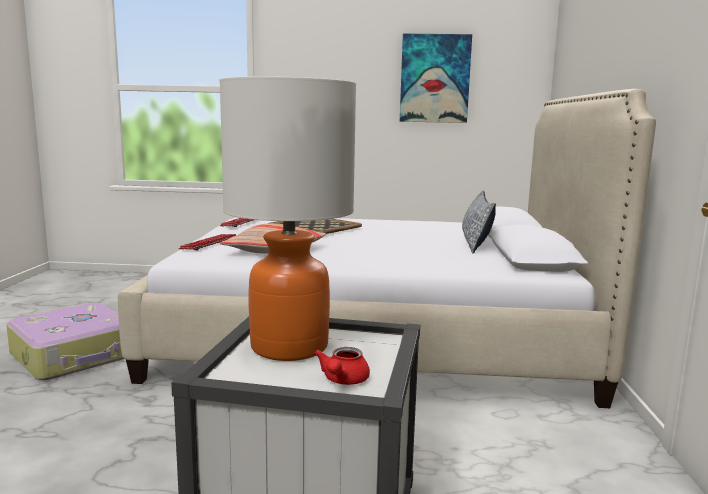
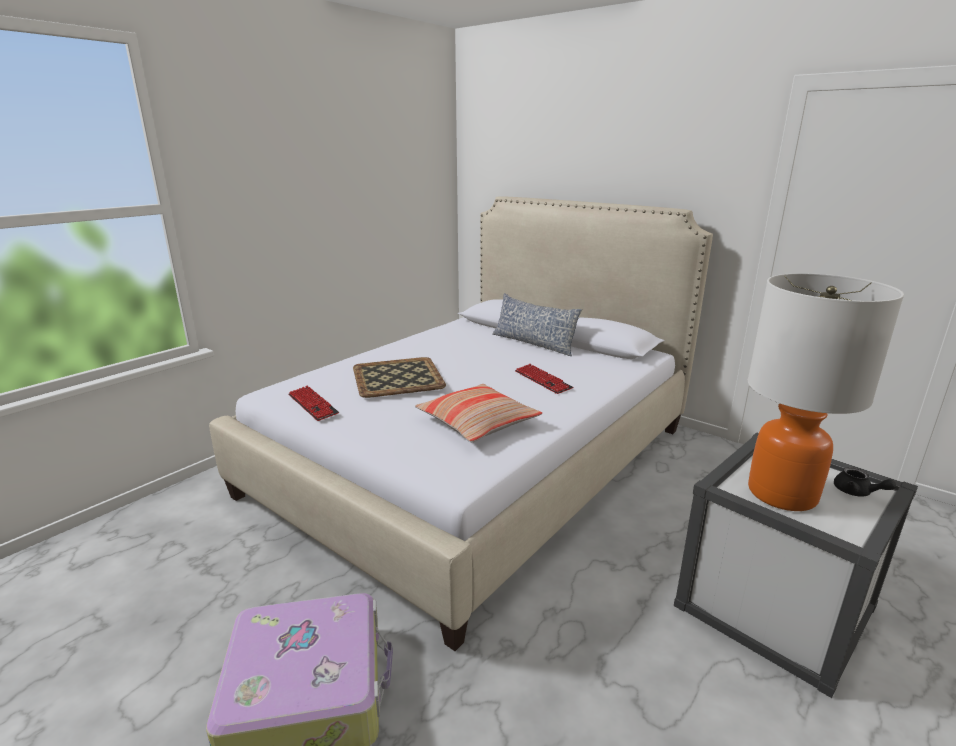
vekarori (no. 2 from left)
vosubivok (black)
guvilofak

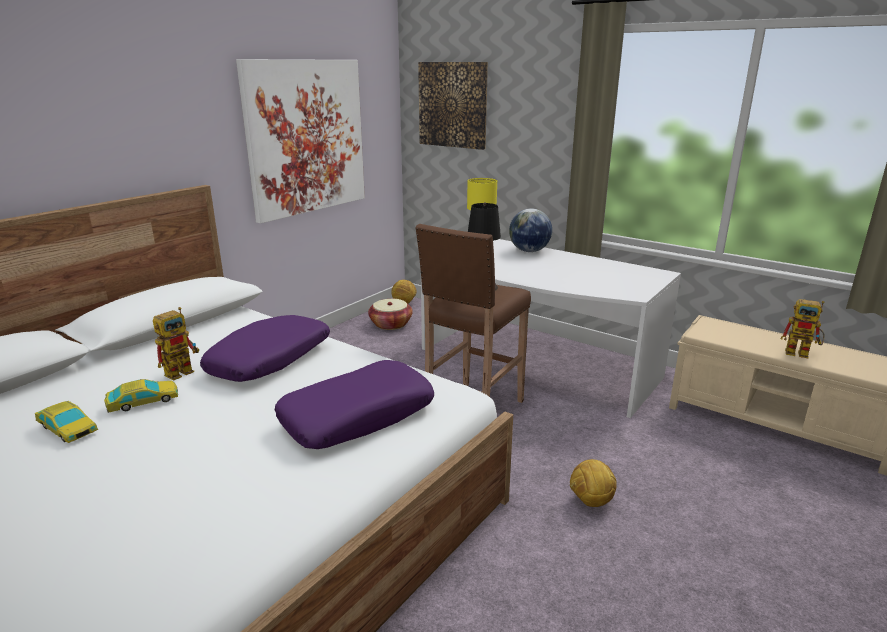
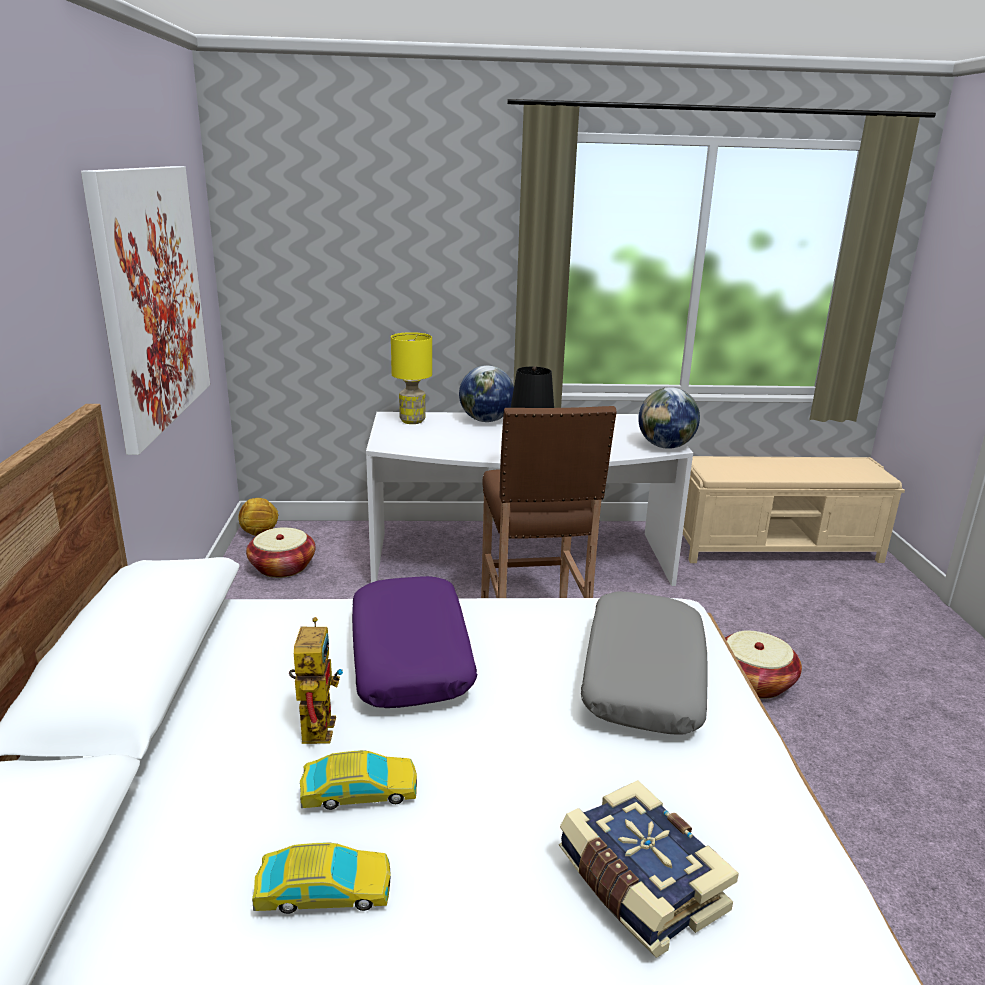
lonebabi (no. 2 from left)
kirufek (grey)
guvilofak (no. 2 from left in the first image)
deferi (no. 2 from left)
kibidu (no. 2 from left in the first image)
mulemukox
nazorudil (no. 2 from left)

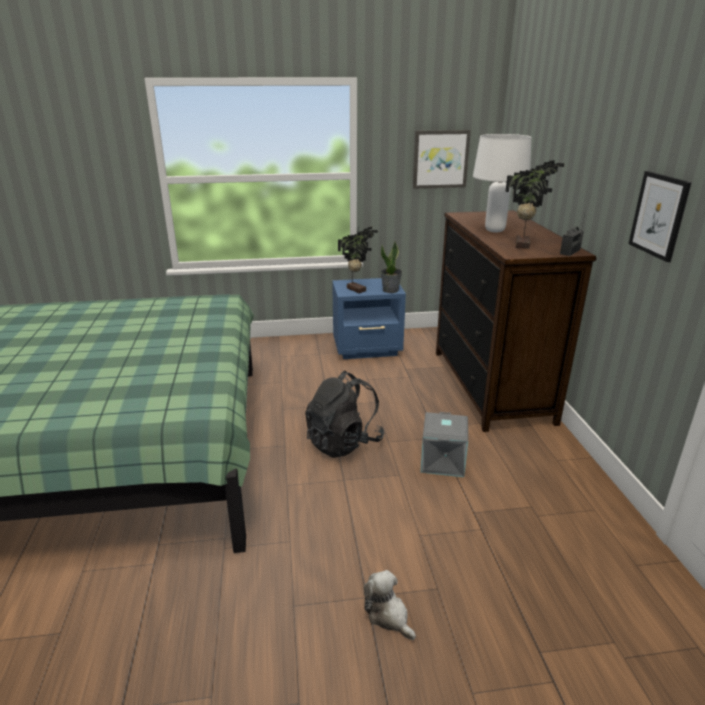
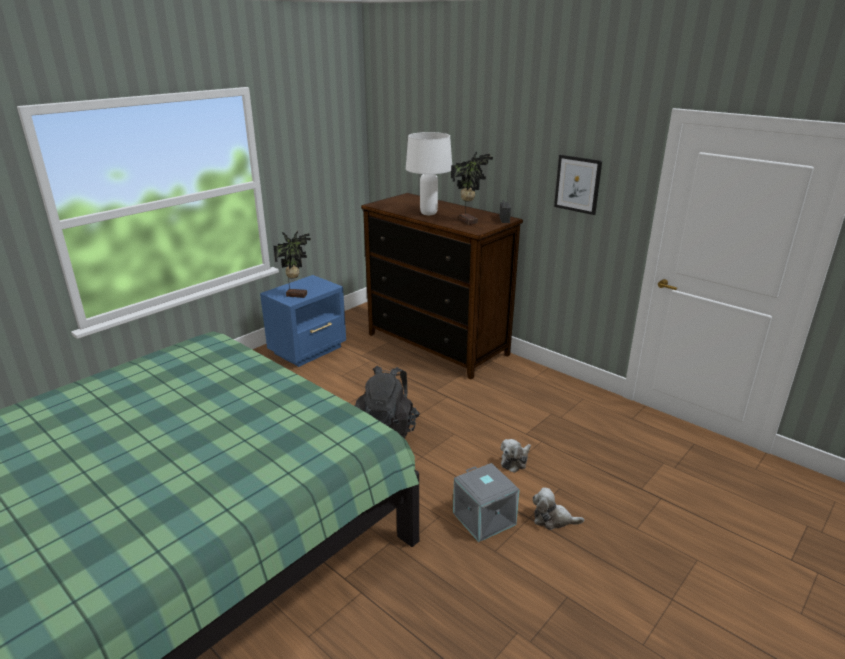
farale (no. 2 from left in the first image)
guvilofak (no. 1 from left in the first image)
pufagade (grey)
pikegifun (no. 1 from left)

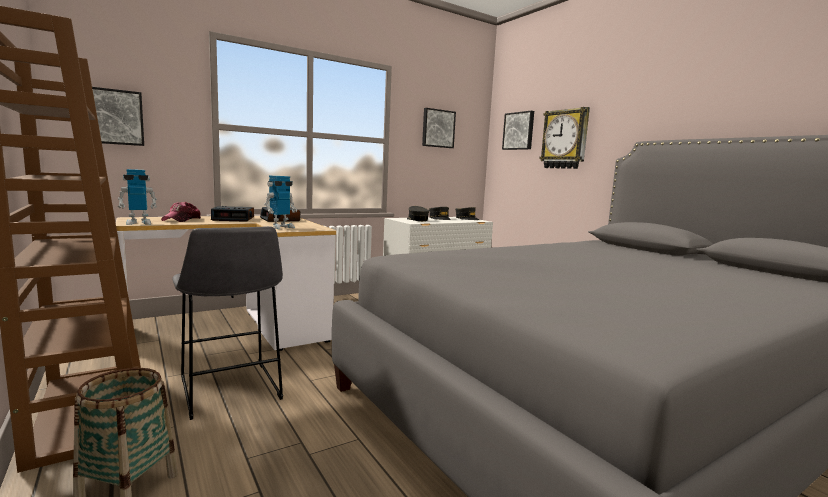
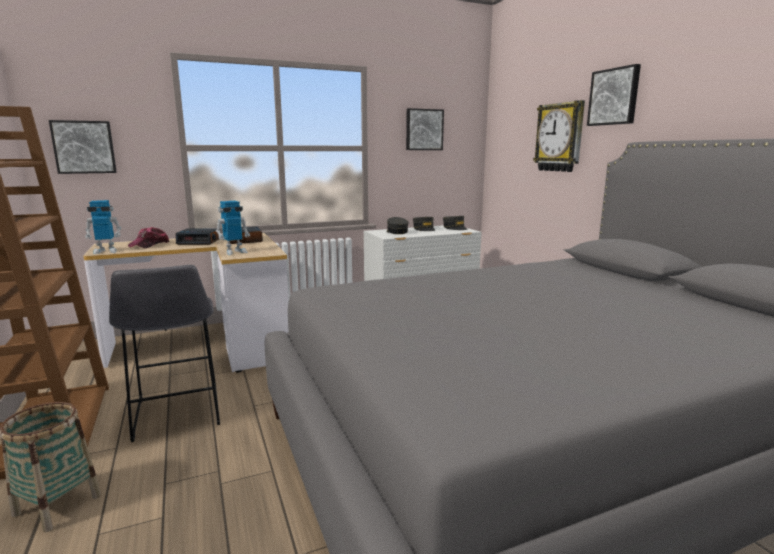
guvilofak (no. 3 from left)

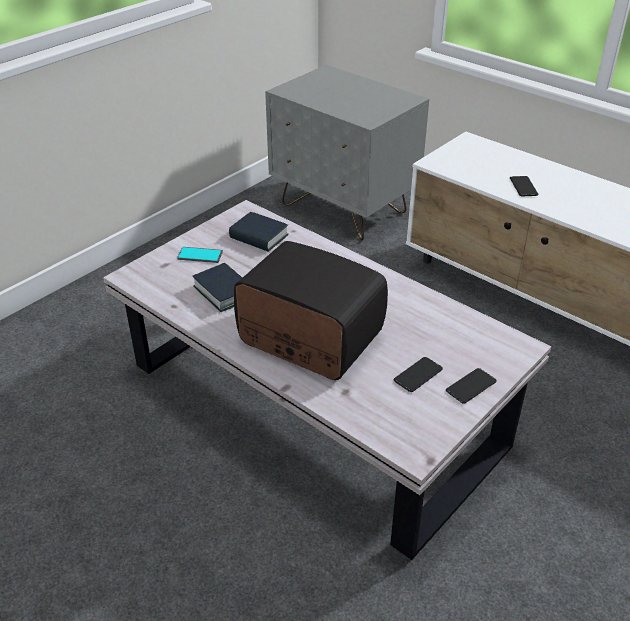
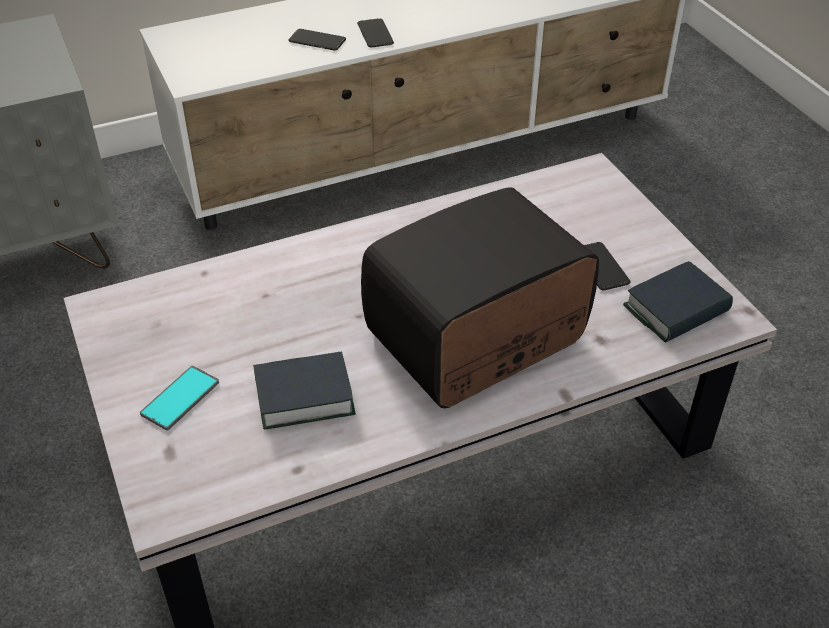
mulemukox (no. 2 from left)
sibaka (no. 3 from left)

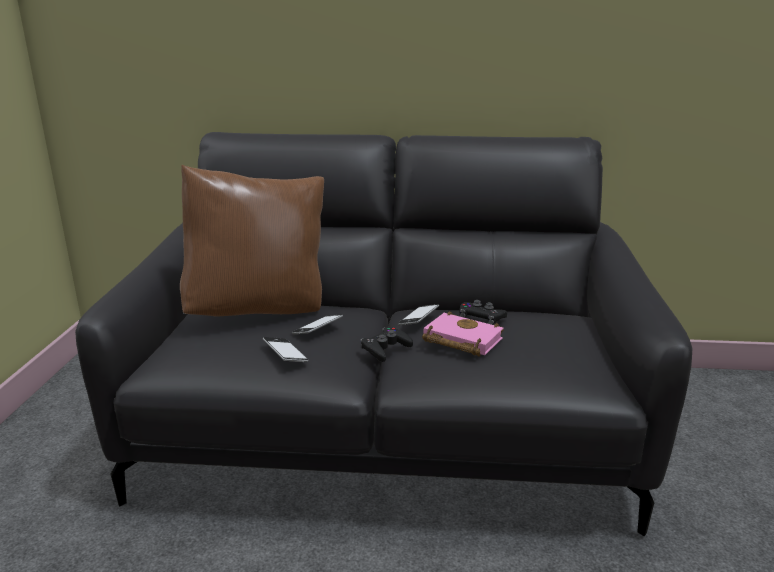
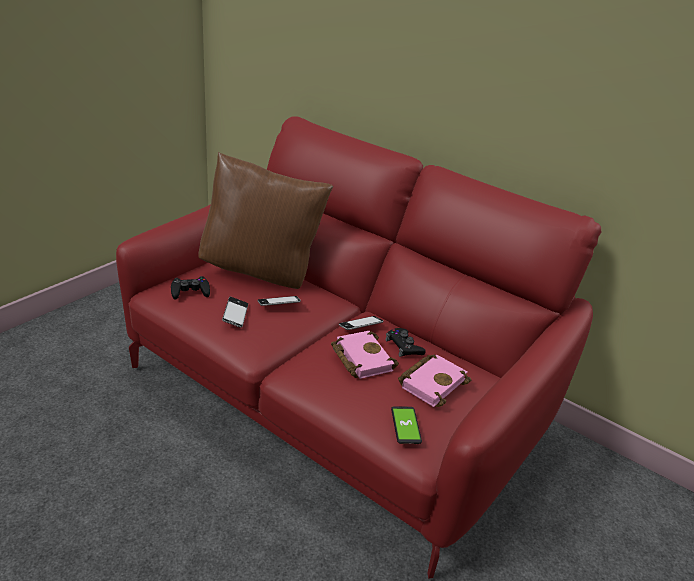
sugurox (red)
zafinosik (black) (no. 1 from left)
sibaka (no. 4 from left)
mulemukox (pink) (no. 2 from left)

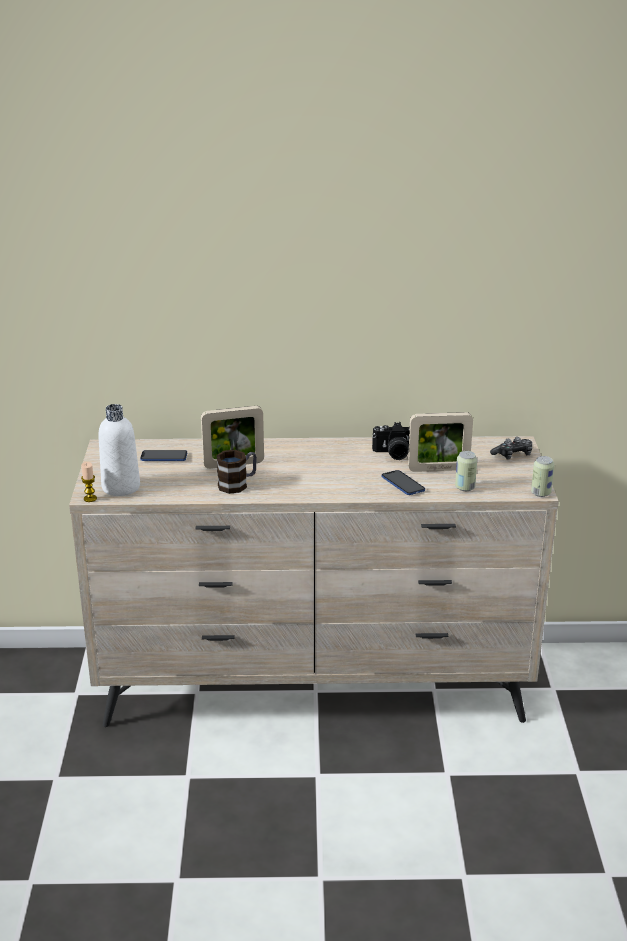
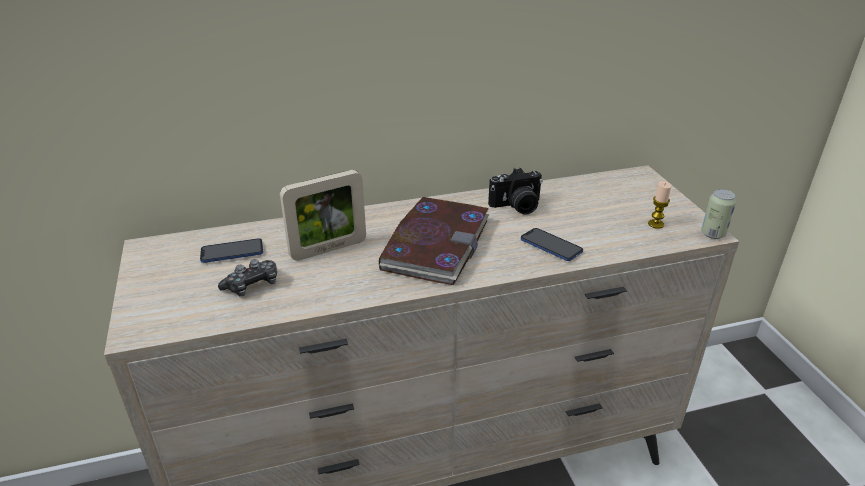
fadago
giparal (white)
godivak
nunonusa (no. 2 from left in the first image)
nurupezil (no. 1 from left in the first image)
zafinosik
mulemukox

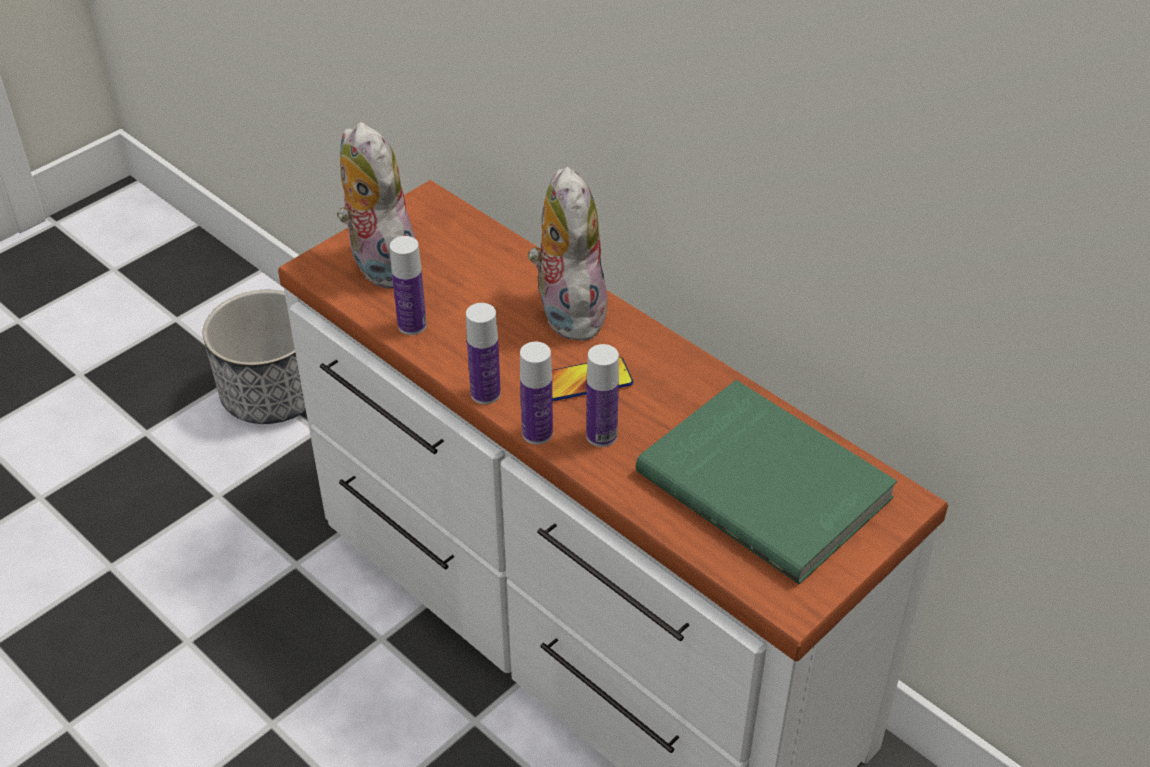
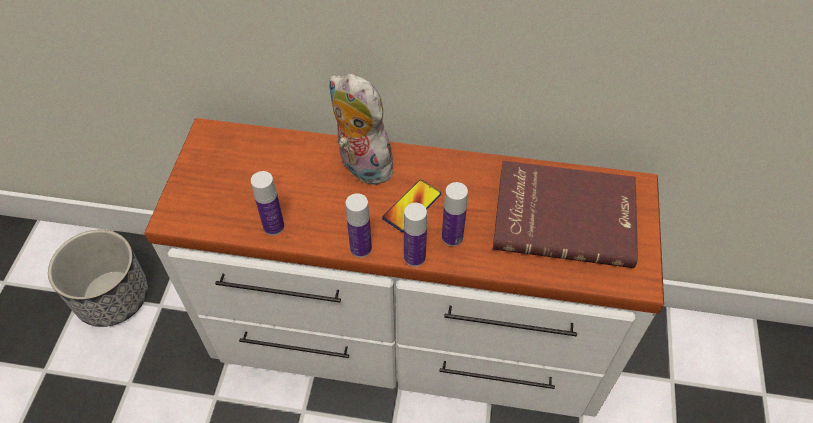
pikegifun (no. 1 from left in the first image)
mulemukox (red)

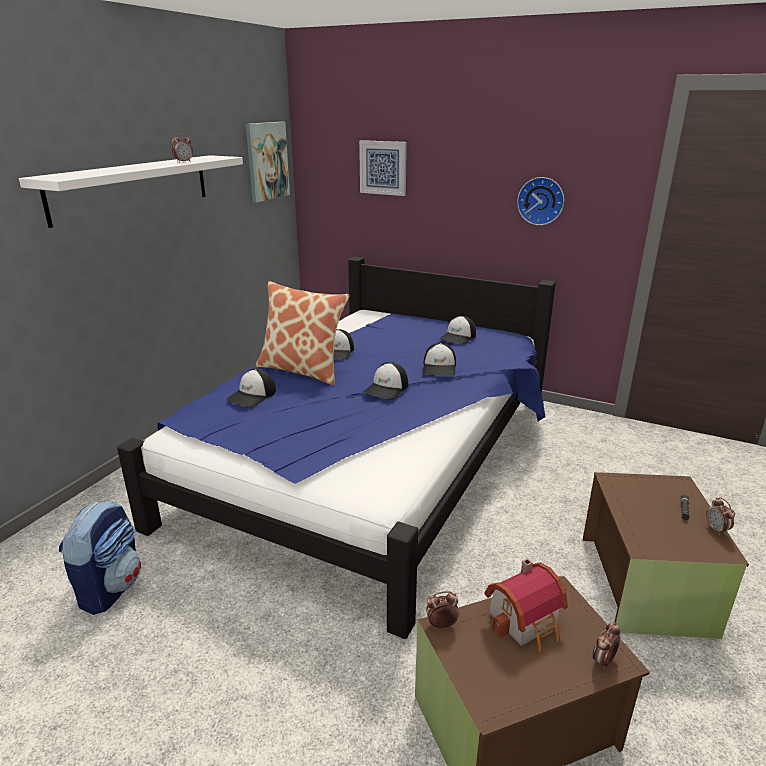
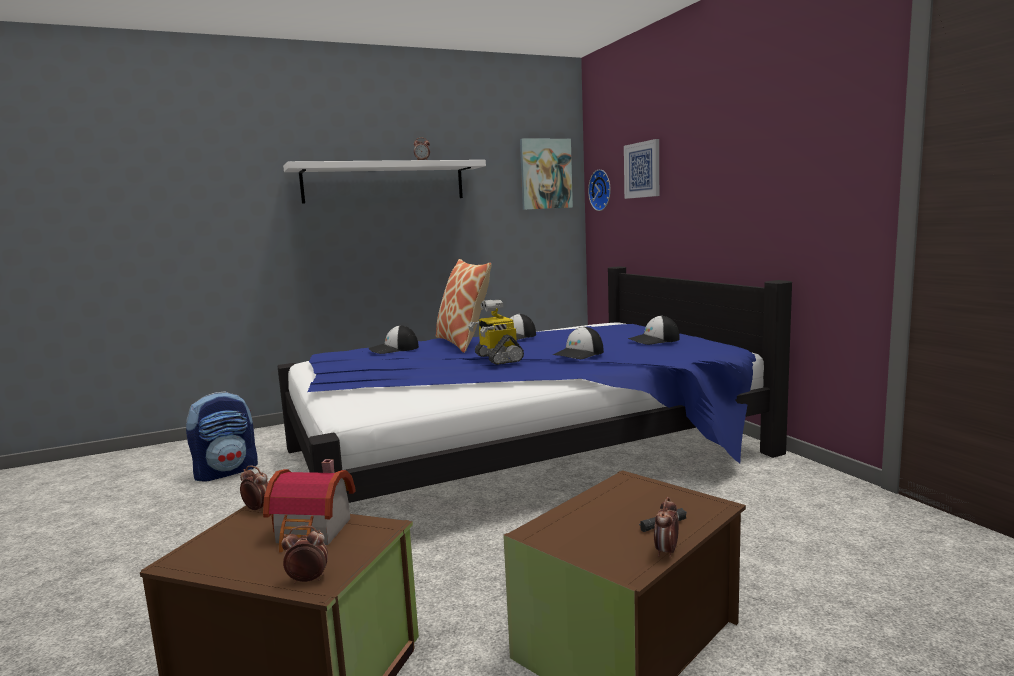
kibidu
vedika

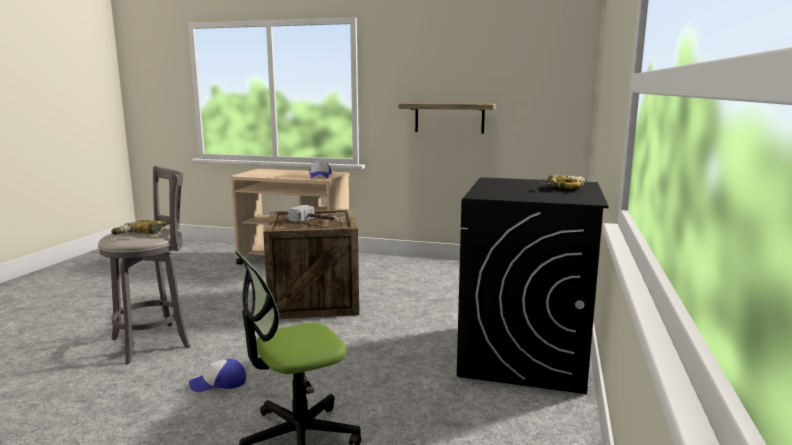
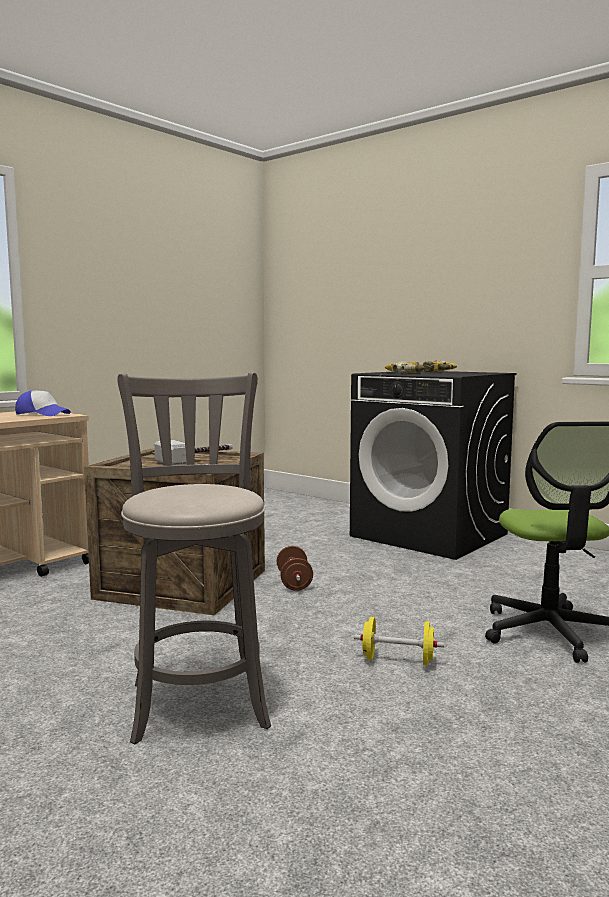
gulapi (no. 1 from left)
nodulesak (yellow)
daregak
nodulesak (brown)

